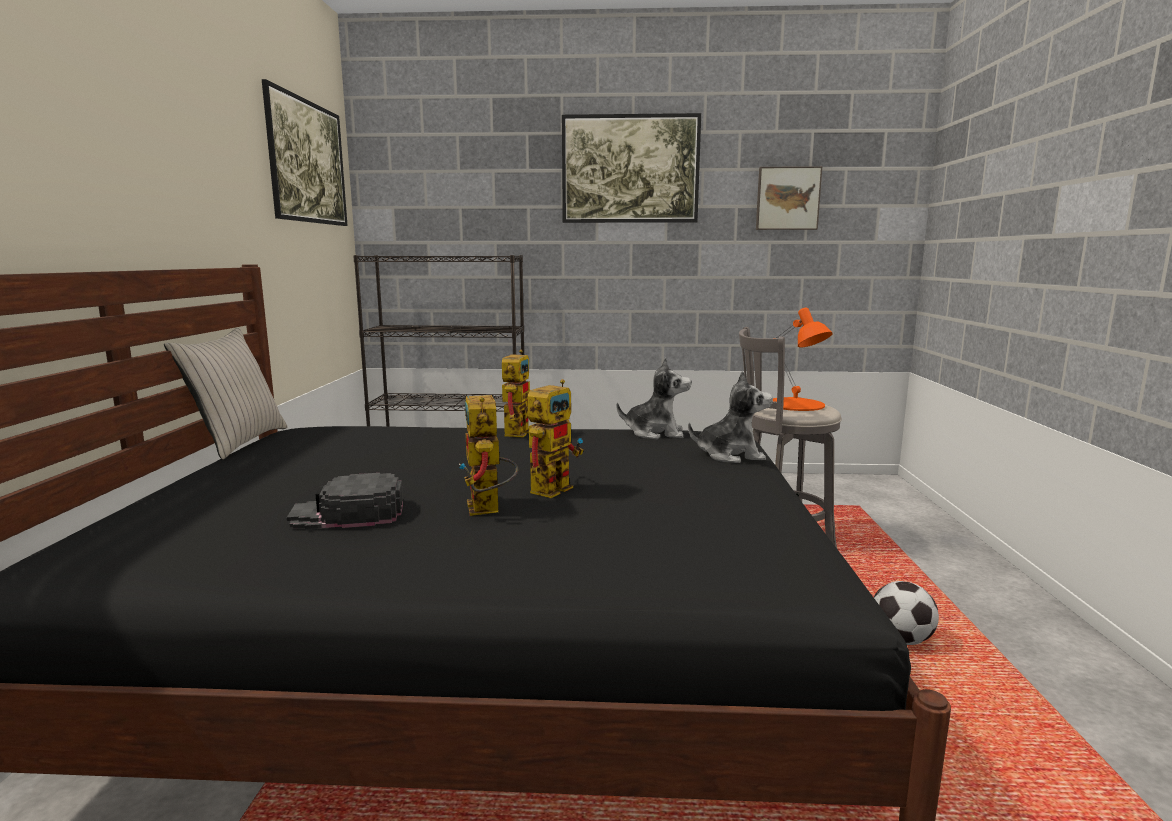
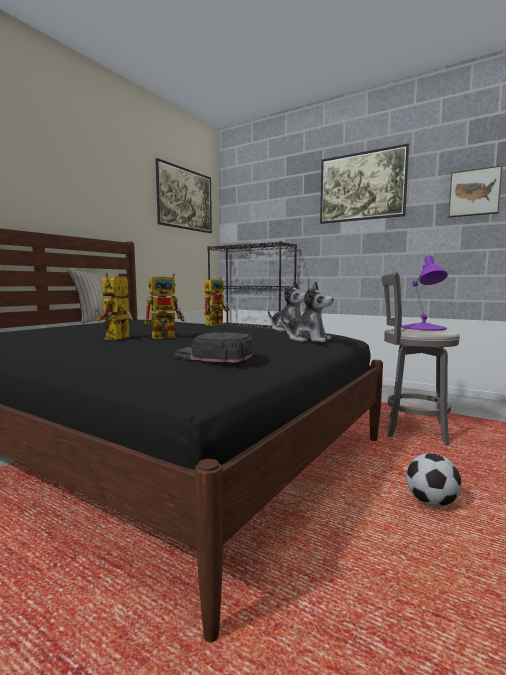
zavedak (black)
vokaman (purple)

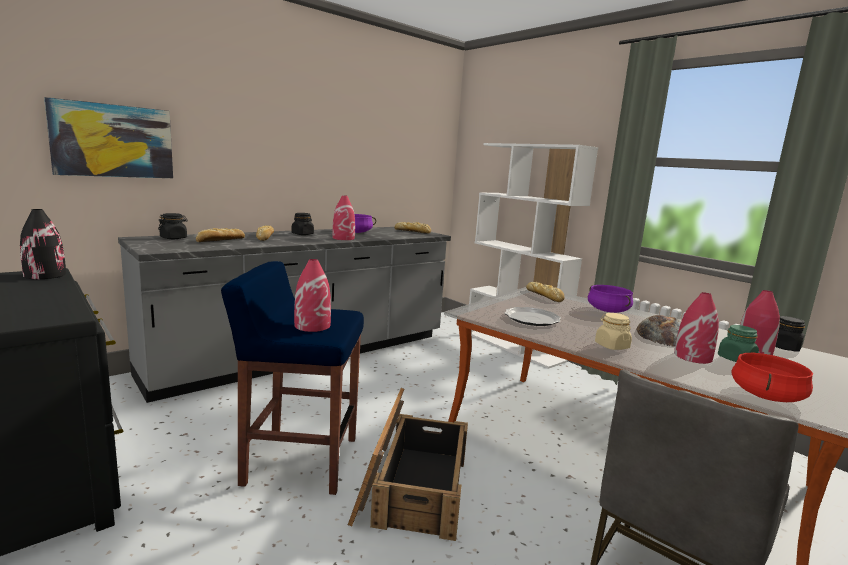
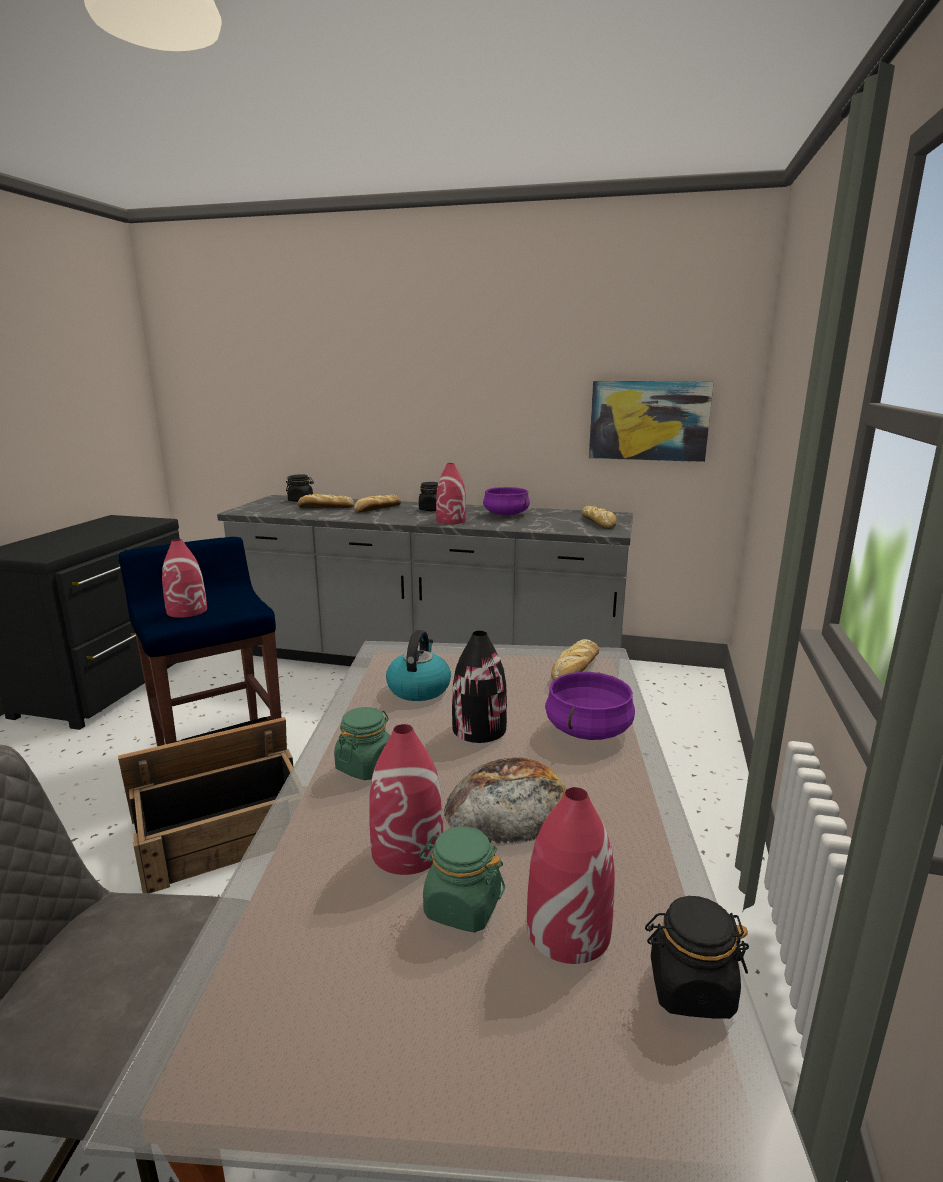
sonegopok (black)
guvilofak
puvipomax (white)
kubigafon
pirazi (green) (no. 1 from left)
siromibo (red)

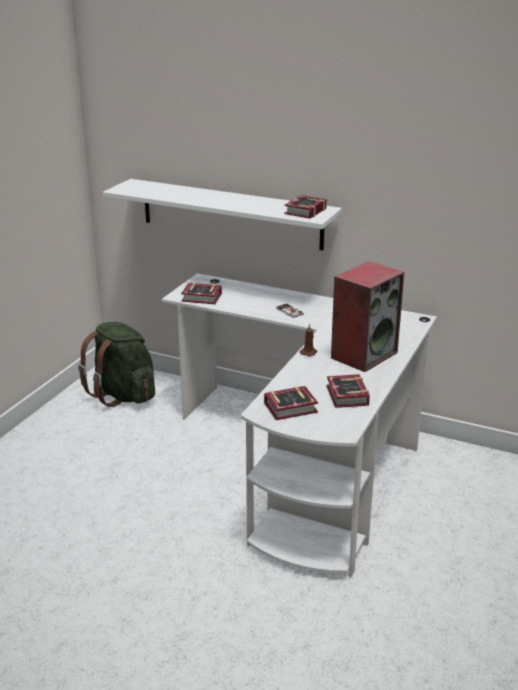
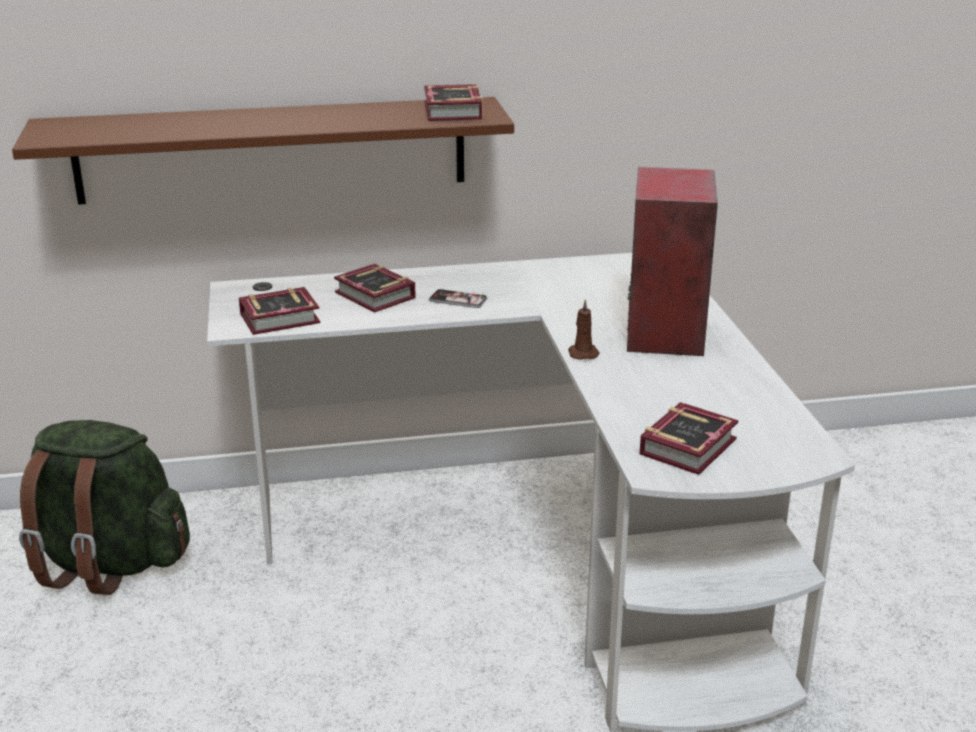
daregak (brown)
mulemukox (no. 2 from left)

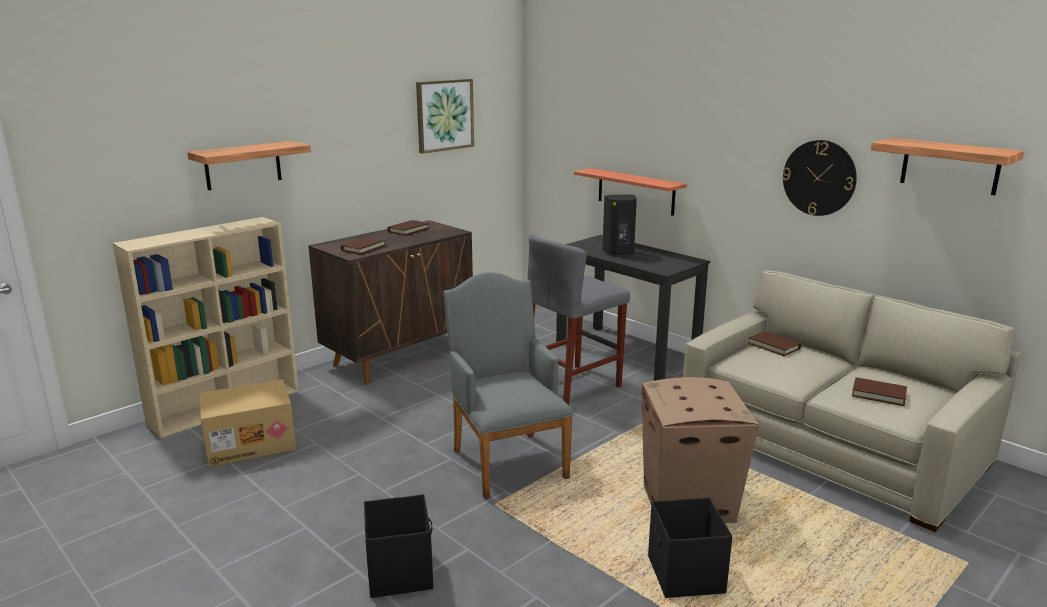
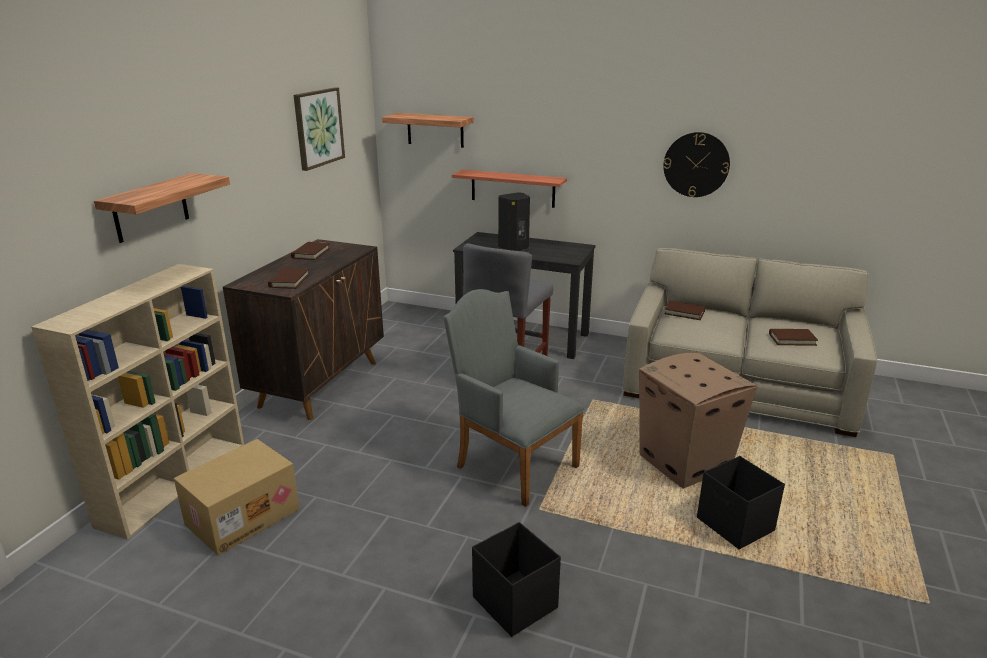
daregak (no. 2 from left)

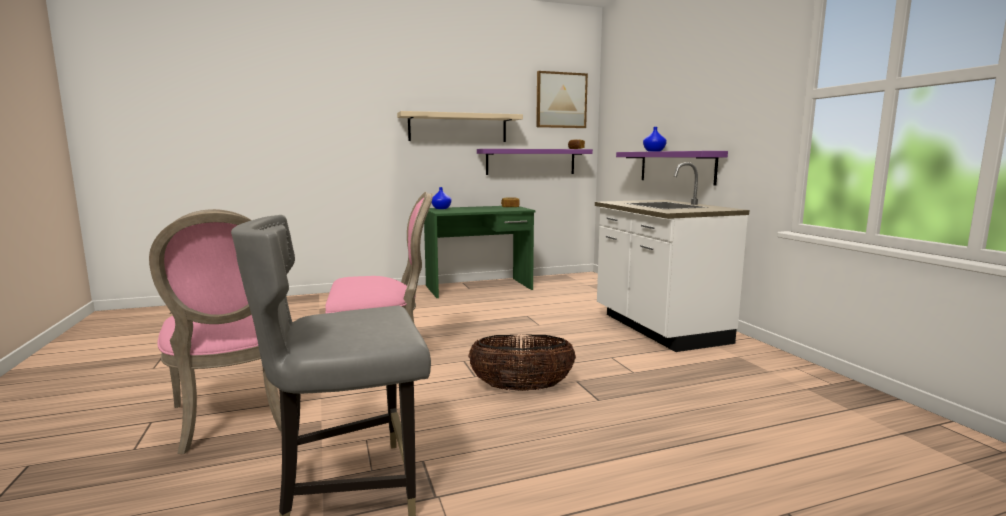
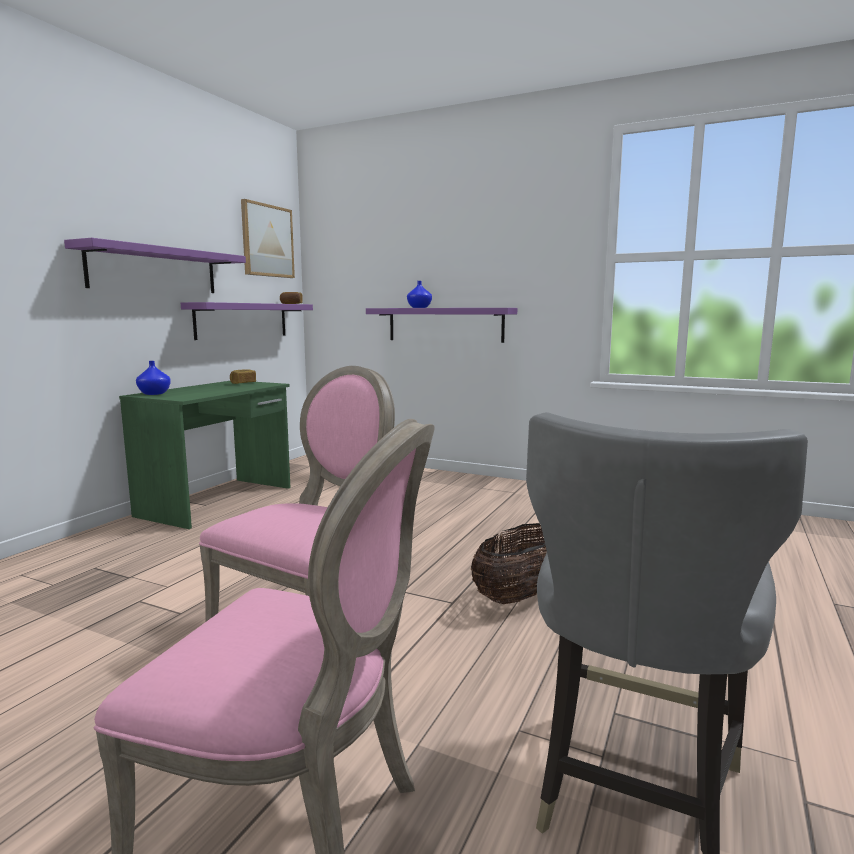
daregak (purple) (no. 1 from left)
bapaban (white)

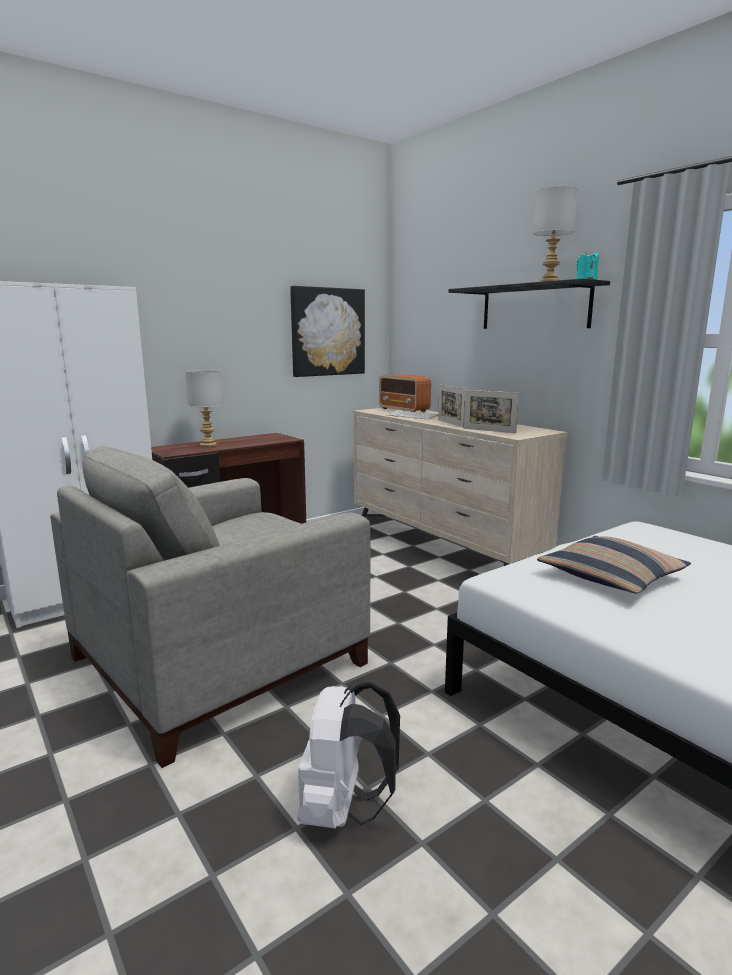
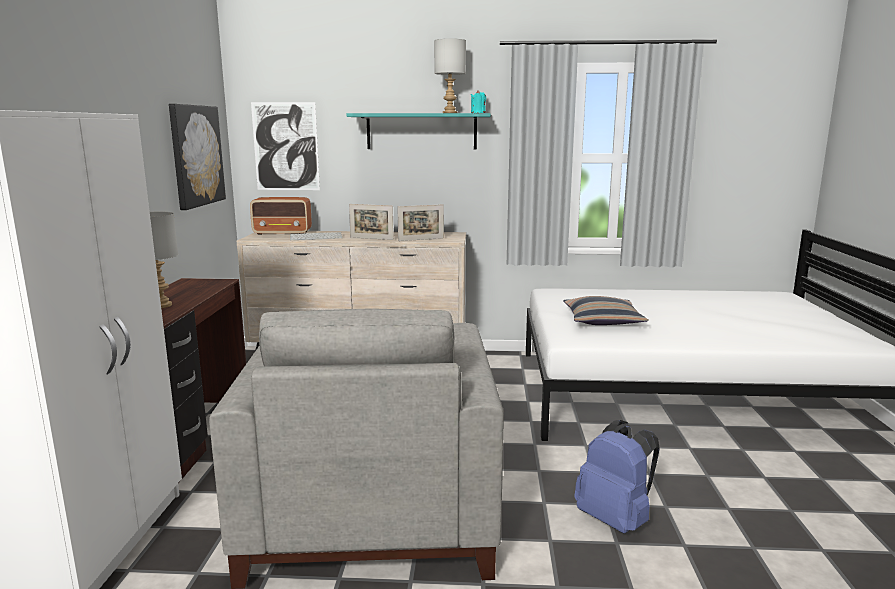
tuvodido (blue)
daregak (turquoise)
guvilofak (no. 2 from left)

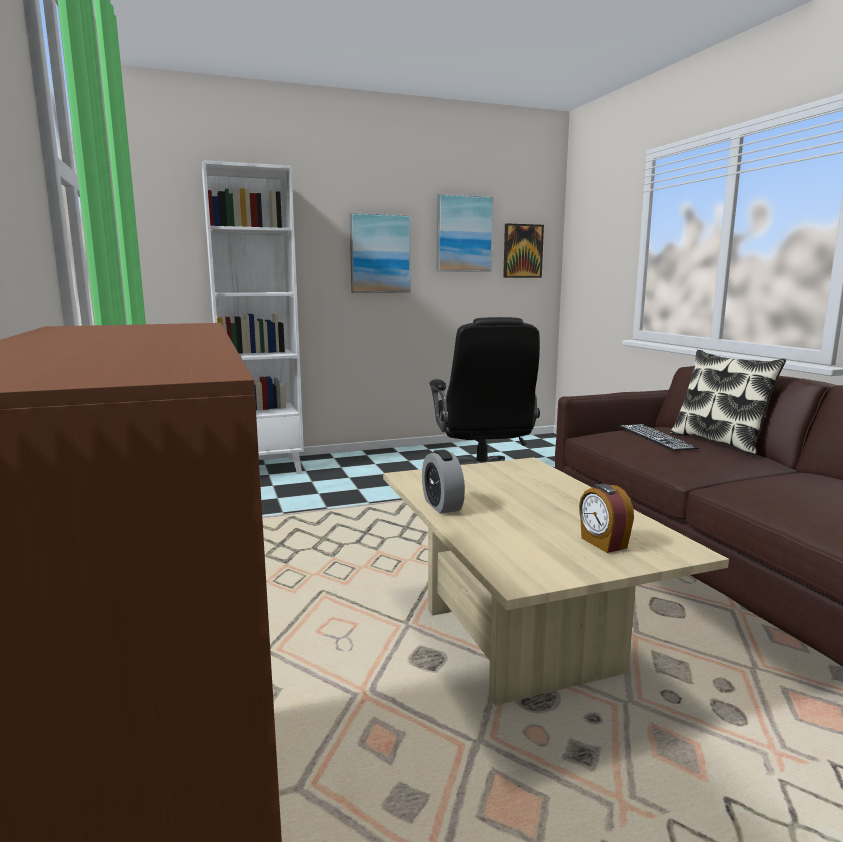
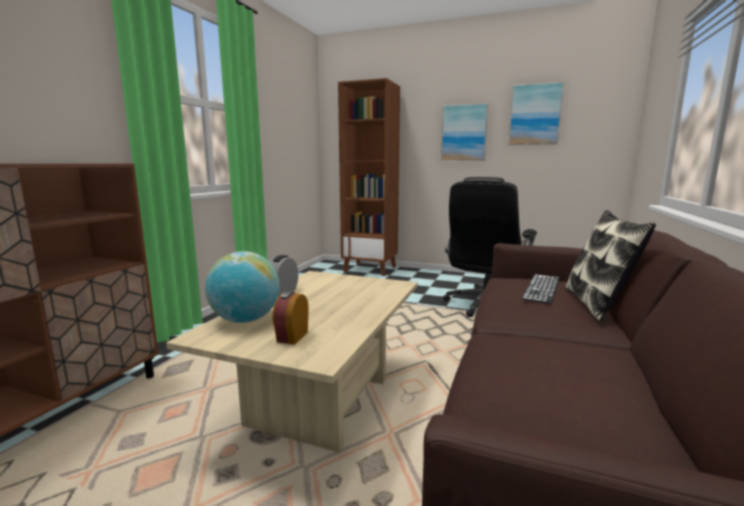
puvipomax (brown)
guvilofak (no. 3 from left in the first image)
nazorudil

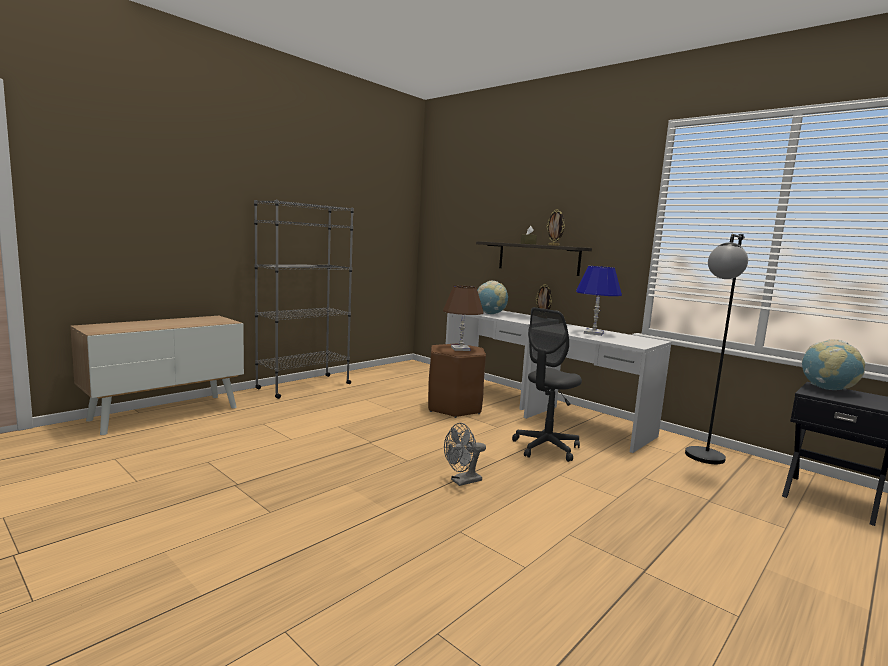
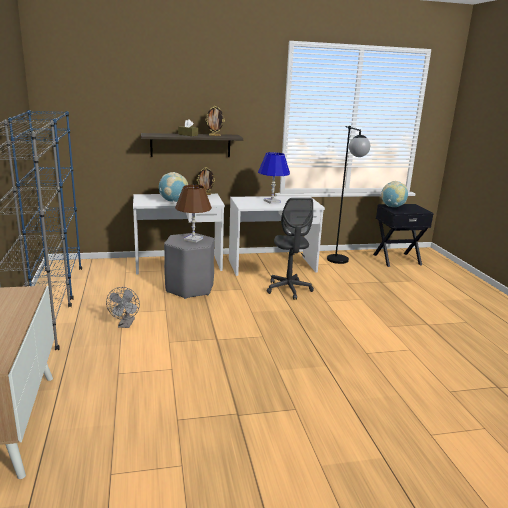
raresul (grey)
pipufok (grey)
puvipomax (blue)

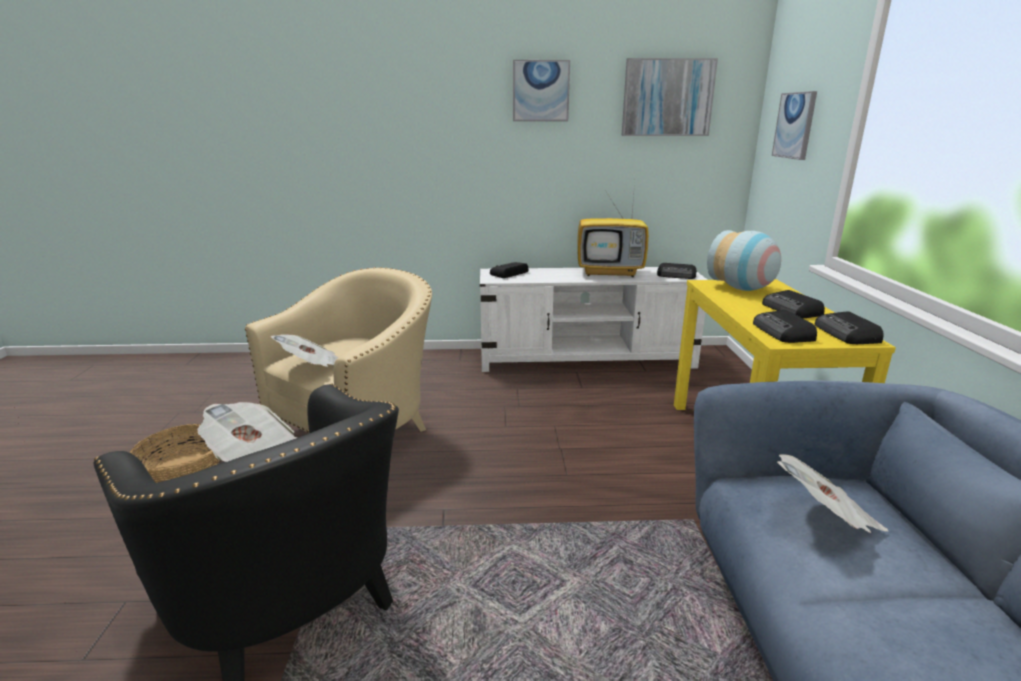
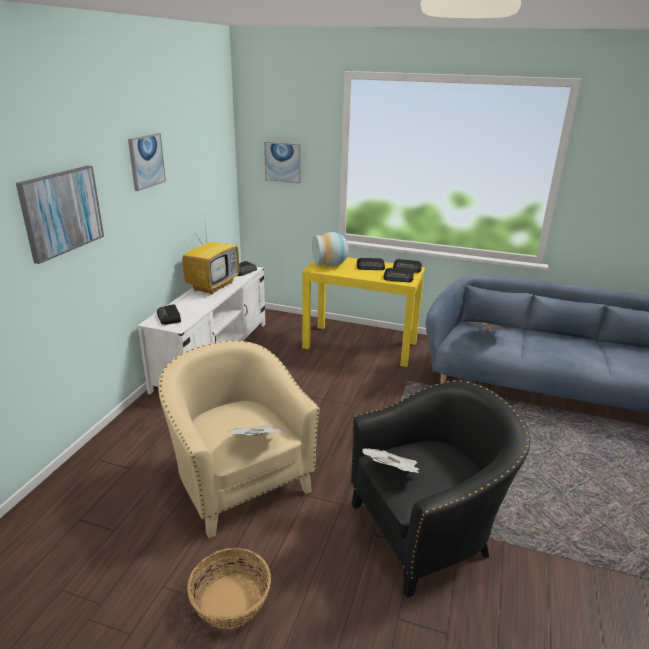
guvilofak (no. 1 from left)

